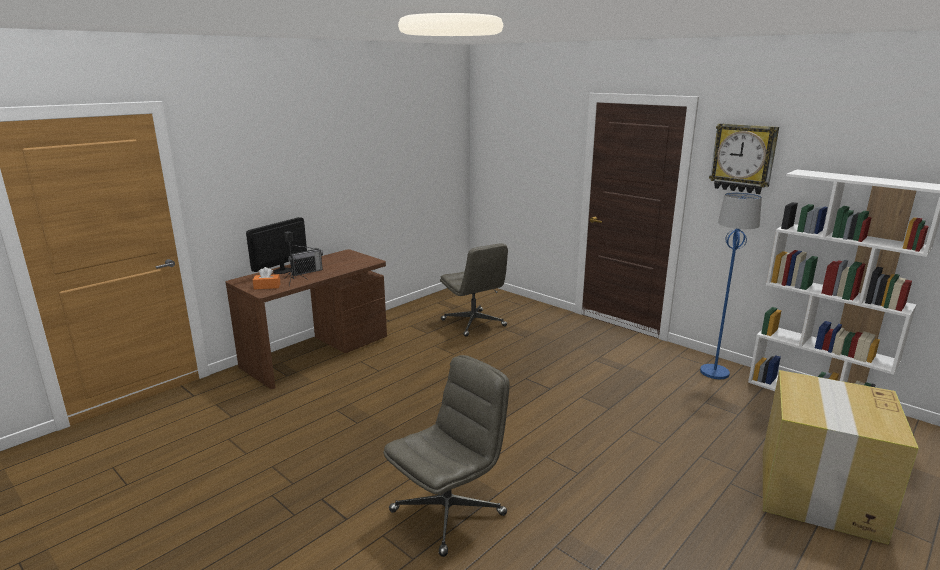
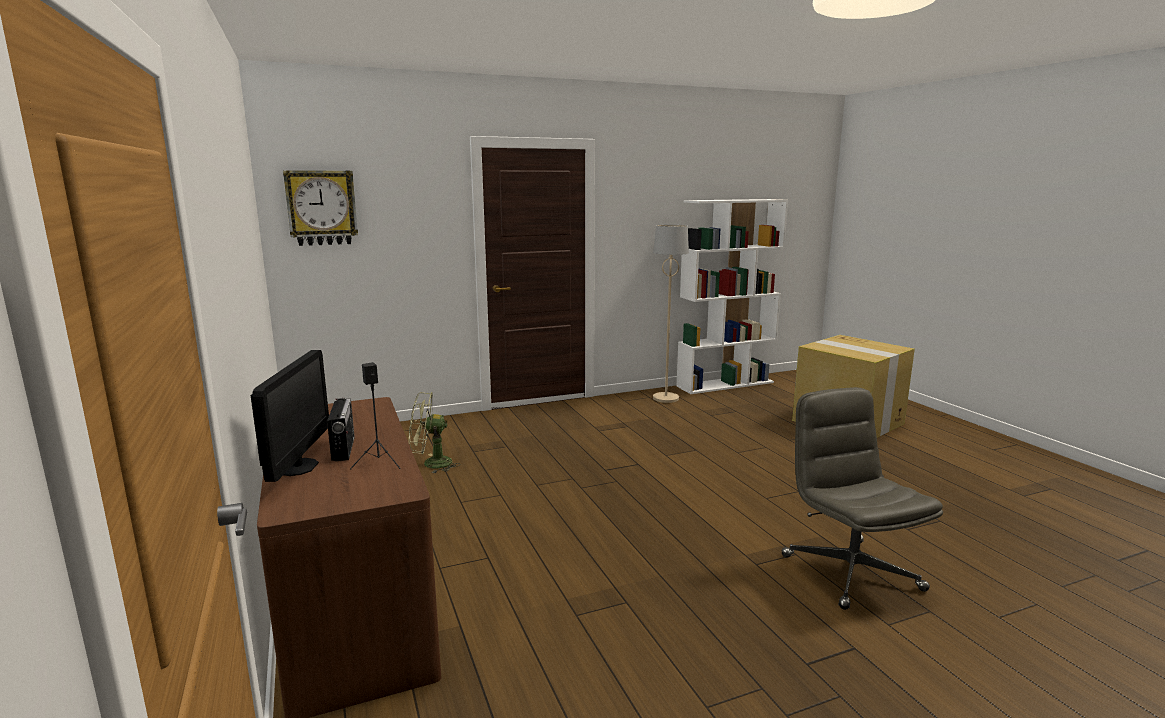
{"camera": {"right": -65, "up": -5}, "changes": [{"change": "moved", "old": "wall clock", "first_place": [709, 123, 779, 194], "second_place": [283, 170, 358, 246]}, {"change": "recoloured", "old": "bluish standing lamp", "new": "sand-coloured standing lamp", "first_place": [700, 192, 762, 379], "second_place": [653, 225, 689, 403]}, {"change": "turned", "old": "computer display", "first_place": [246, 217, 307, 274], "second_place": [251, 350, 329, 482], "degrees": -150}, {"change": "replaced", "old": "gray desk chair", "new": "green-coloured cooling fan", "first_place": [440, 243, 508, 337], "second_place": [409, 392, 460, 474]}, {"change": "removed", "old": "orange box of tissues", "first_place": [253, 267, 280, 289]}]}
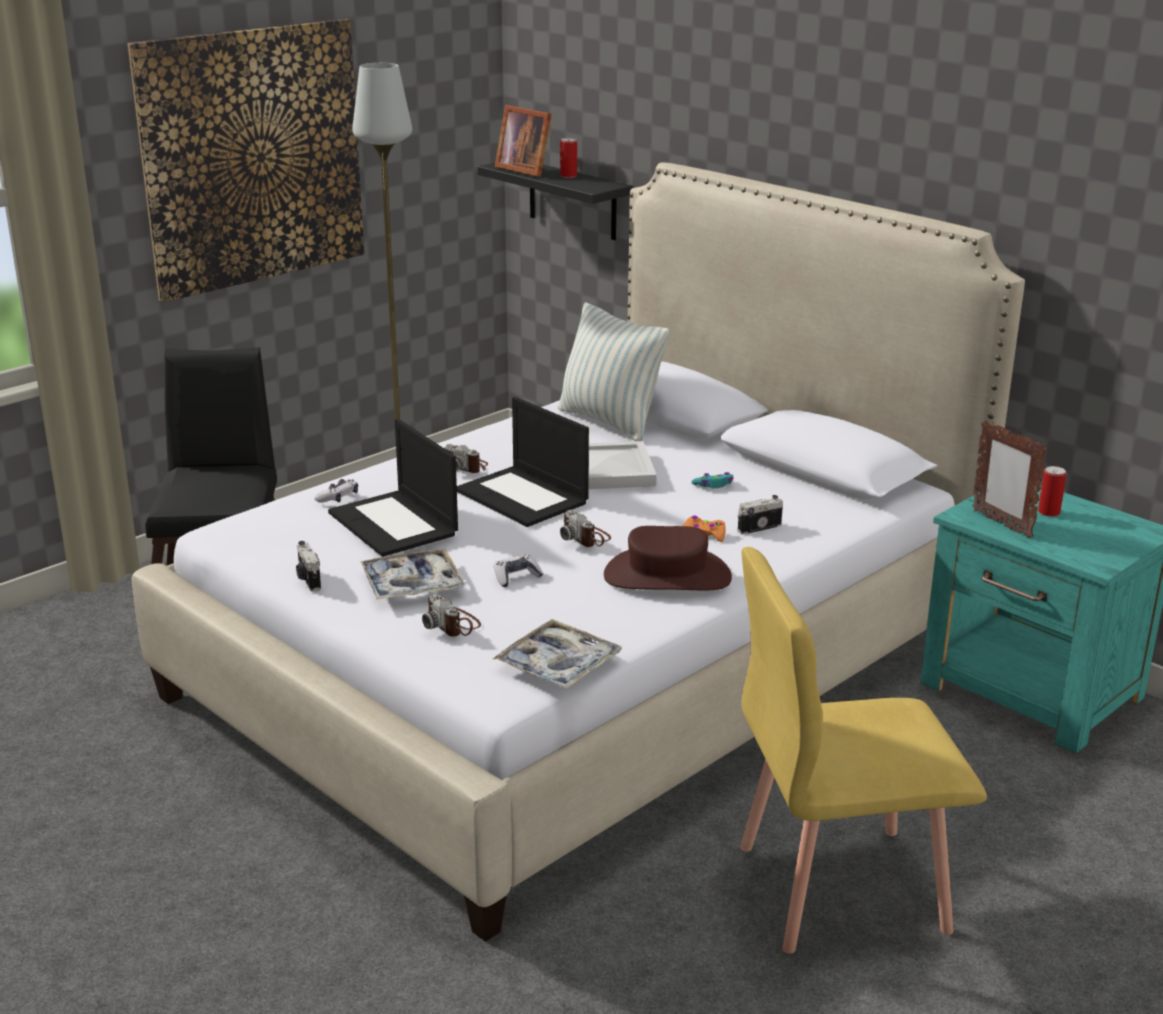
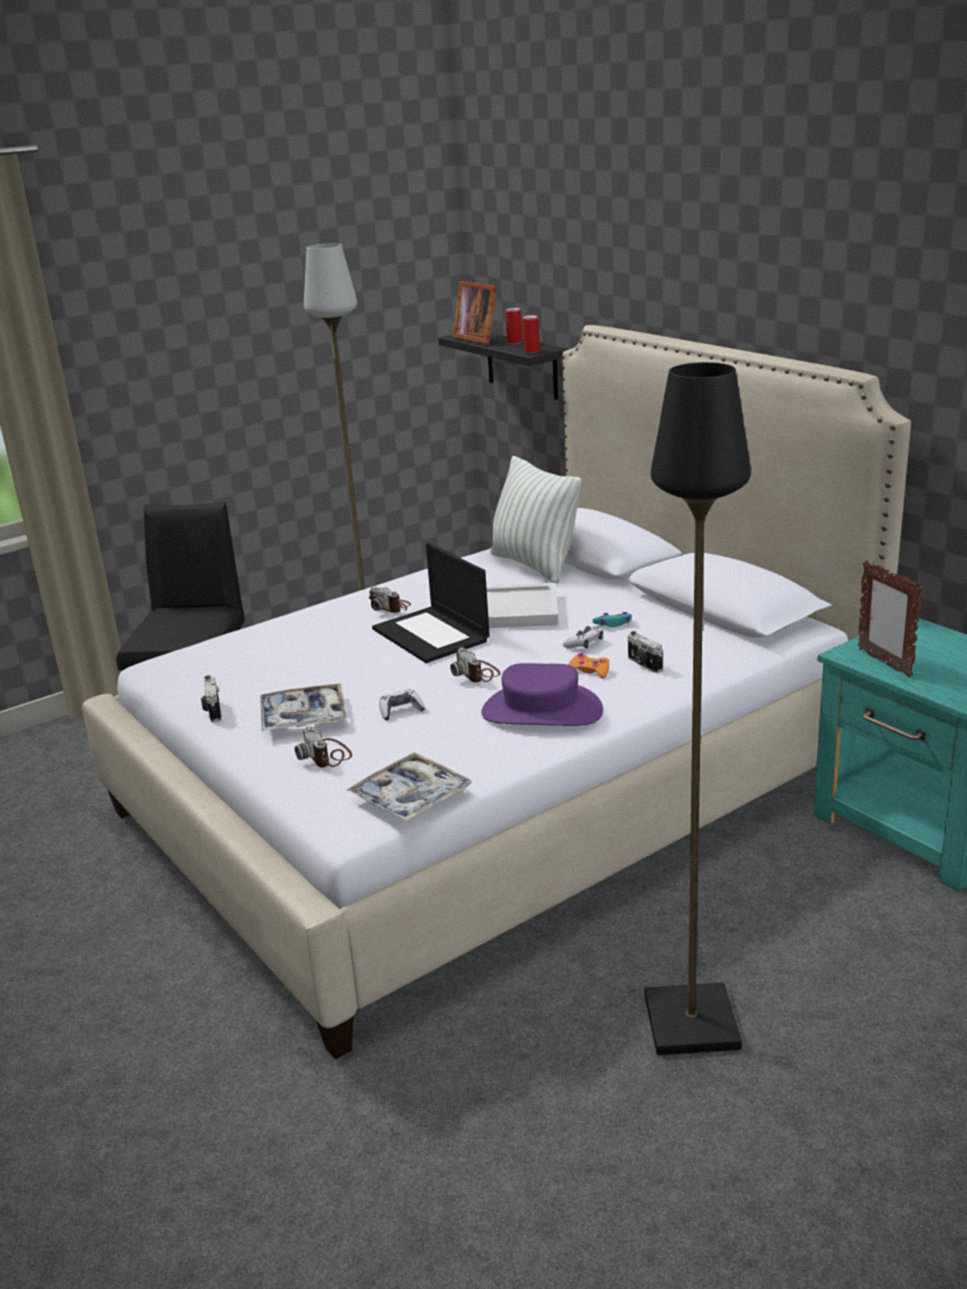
{"camera": {"right": 10, "up": 0}, "changes": [{"change": "removed", "old": "wall picture", "first_place": [128, 19, 364, 302]}, {"change": "removed", "old": "notebook computer", "first_place": [328, 419, 458, 557]}, {"change": "moved", "old": "sealed can", "first_place": [1038, 466, 1066, 517], "second_place": [523, 315, 540, 353]}, {"change": "moved", "old": "game controller", "first_place": [314, 479, 358, 503], "second_place": [563, 626, 603, 649]}, {"change": "turned", "old": "photo camera", "first_place": [738, 495, 783, 534], "second_place": [628, 631, 663, 673], "degrees": -105}, {"change": "recoloured", "old": "brown clothing hat", "new": "purple clothing hat", "first_place": [604, 526, 732, 590], "second_place": [481, 663, 603, 726]}, {"change": "replaced", "old": "yellow upright chair", "new": "black standing lamp", "first_place": [740, 547, 987, 954], "second_place": [644, 362, 751, 1055]}]}
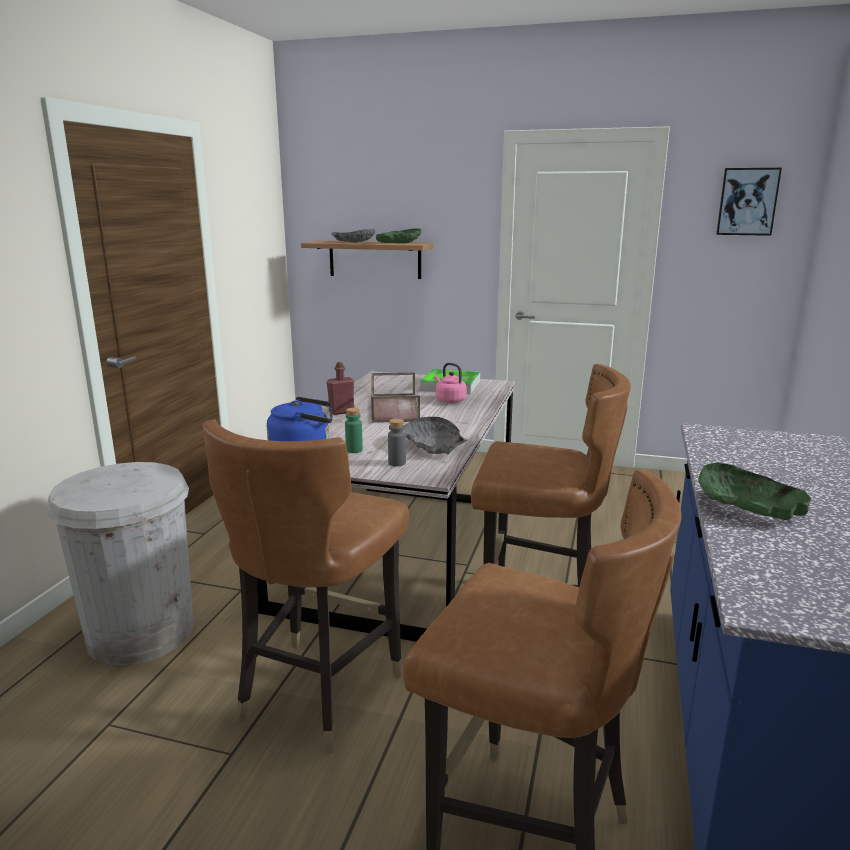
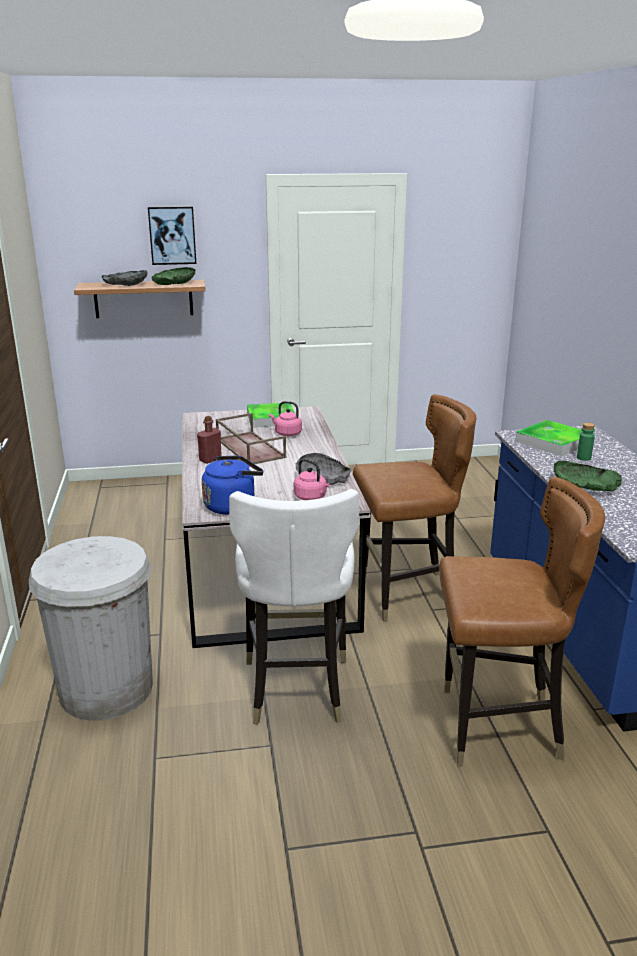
{"camera": {"right": -25, "up": 5}, "changes": [{"change": "moved", "old": "wall picture", "first_place": [716, 168, 782, 236], "second_place": [148, 206, 196, 265]}, {"change": "moved", "old": "green-coloured bottle", "first_place": [345, 408, 363, 453], "second_place": [577, 423, 595, 461]}, {"change": "recoloured", "old": "brown upright chair", "new": "white upright chair", "first_place": [202, 419, 409, 753], "second_place": [229, 489, 359, 725]}, {"change": "replaced", "old": "gray bottle", "new": "pink-coloured kettle", "first_place": [388, 419, 406, 467], "second_place": [294, 459, 330, 500]}, {"change": "added", "new": "tray", "second_place": [515, 420, 583, 456]}]}
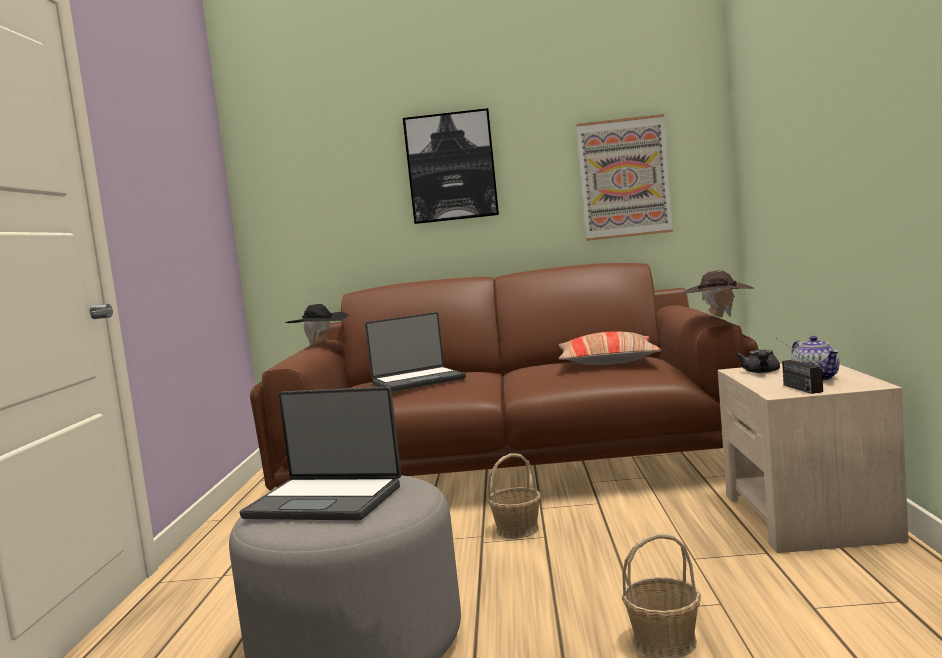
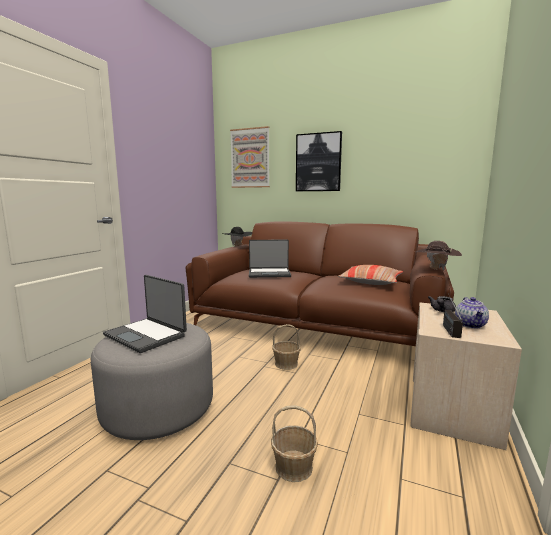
{"camera": {"right": 20, "up": 5}, "changes": [{"change": "moved", "old": "wall picture", "first_place": [576, 114, 673, 241], "second_place": [230, 126, 270, 188]}]}
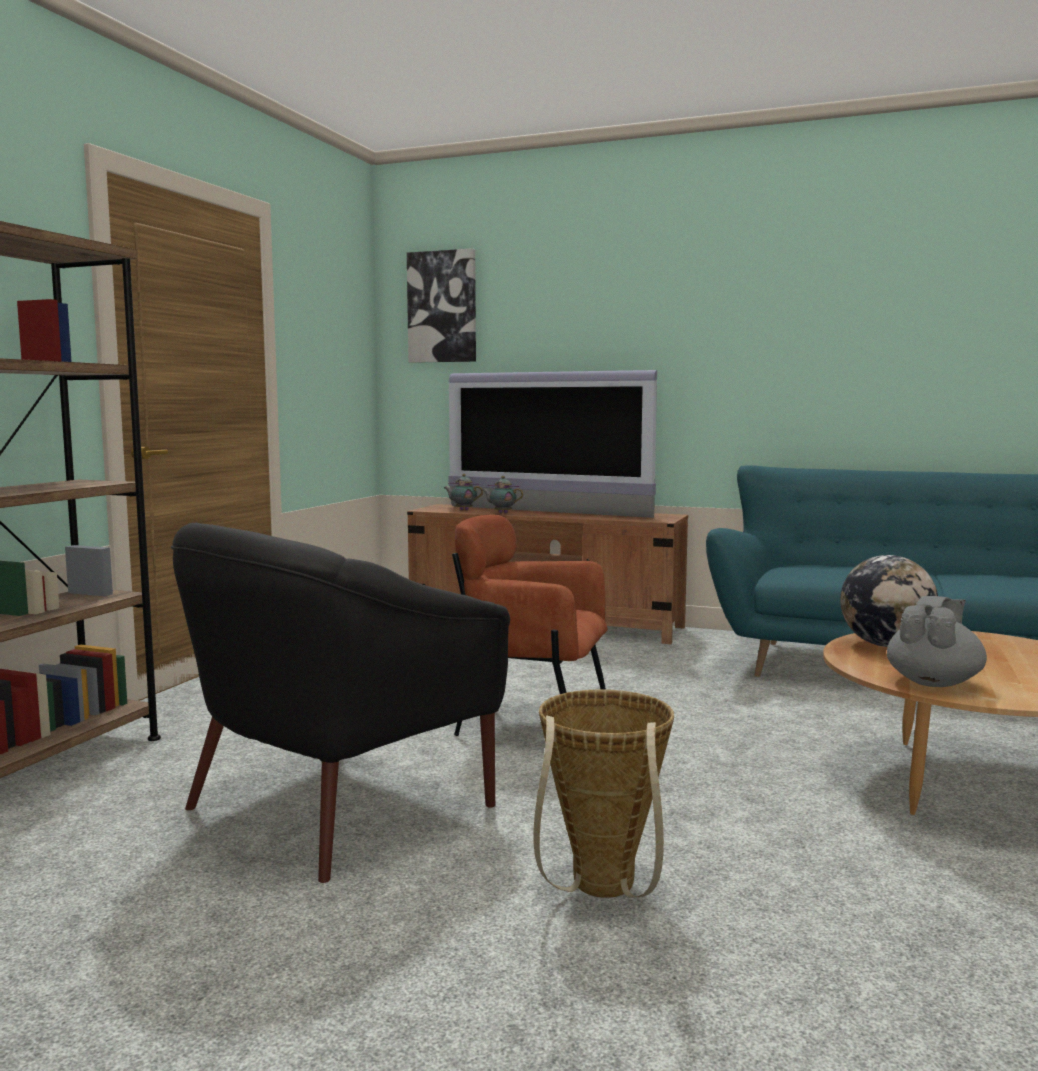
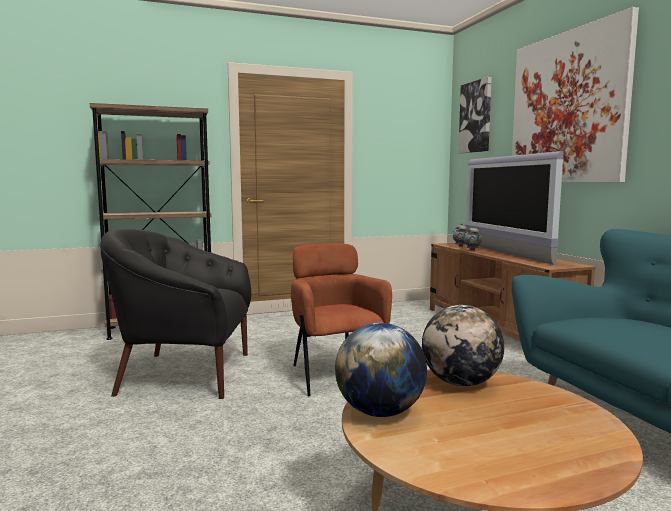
{"camera": {"right": 50, "up": 0}, "changes": [{"change": "replaced", "old": "gray tea pot", "new": "globe", "first_place": [887, 596, 987, 687], "second_place": [335, 323, 427, 417]}, {"change": "removed", "old": "storage basket", "first_place": [534, 689, 674, 898]}, {"change": "added", "new": "wall picture", "second_place": [512, 7, 639, 182]}]}
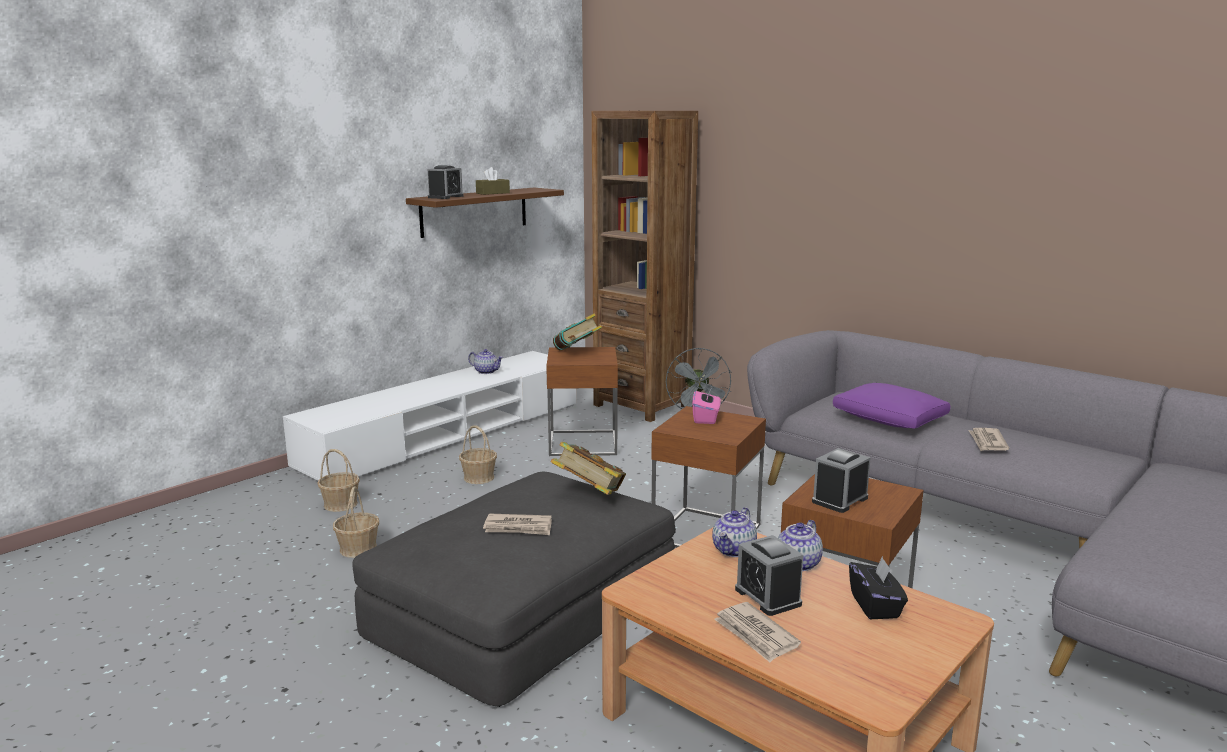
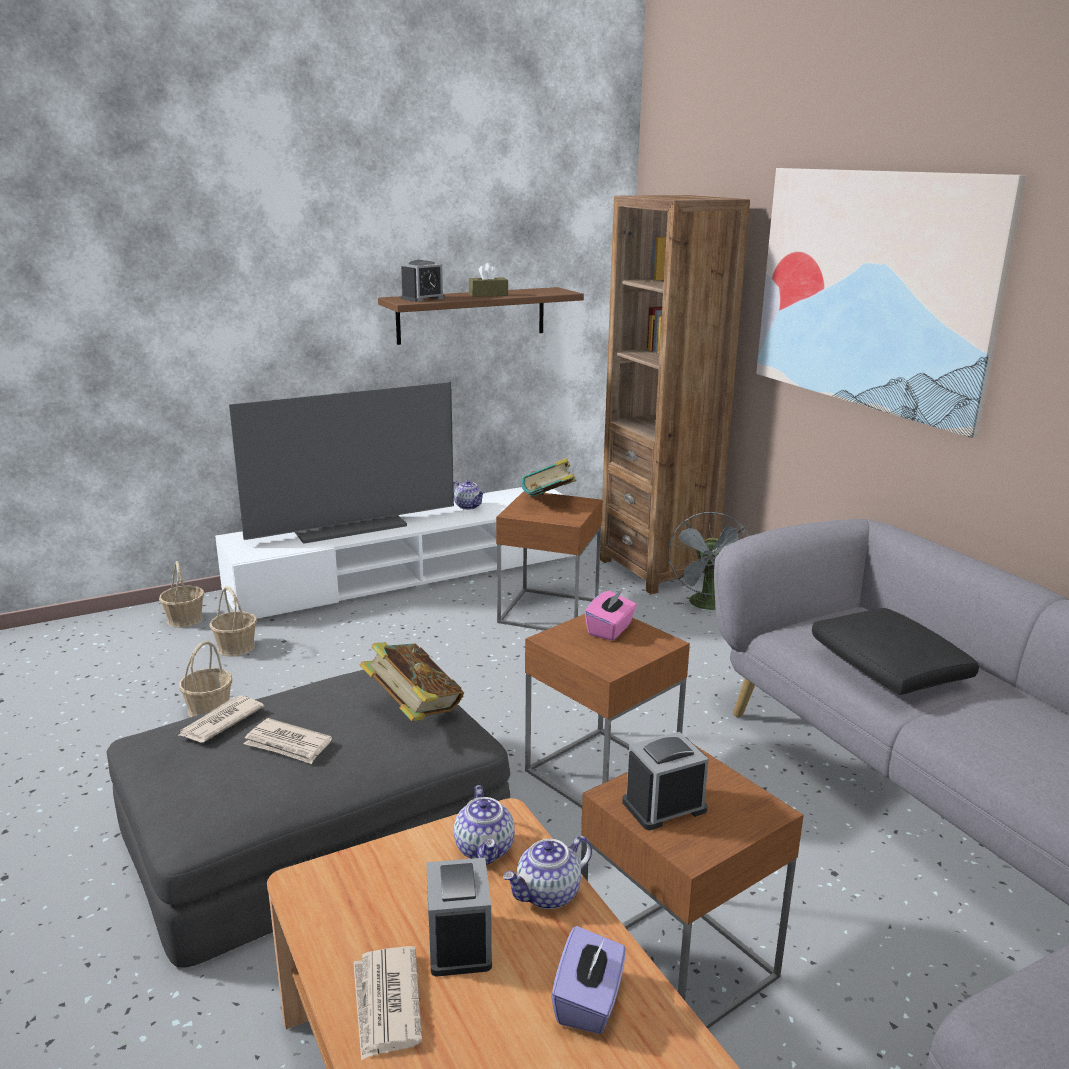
{"camera": {"right": 20, "up": 5}, "changes": [{"change": "recoloured", "old": "purple pillow", "new": "black pillow", "first_place": [833, 383, 951, 429], "second_place": [812, 608, 979, 695]}, {"change": "moved", "old": "storage basket", "first_place": [459, 425, 497, 484], "second_place": [159, 561, 204, 628]}, {"change": "moved", "old": "printed paper", "first_place": [968, 428, 1009, 451], "second_place": [178, 696, 264, 742]}, {"change": "turned", "old": "tea pot", "first_place": [712, 507, 757, 557], "second_place": [454, 785, 515, 865], "degrees": -60}, {"change": "recoloured", "old": "black box of tissues", "new": "purple box of tissues", "first_place": [849, 556, 908, 619], "second_place": [552, 926, 626, 1034]}, {"change": "added", "new": "wall picture", "second_place": [756, 168, 1026, 438]}, {"change": "added", "new": "television", "second_place": [229, 382, 454, 544]}]}
